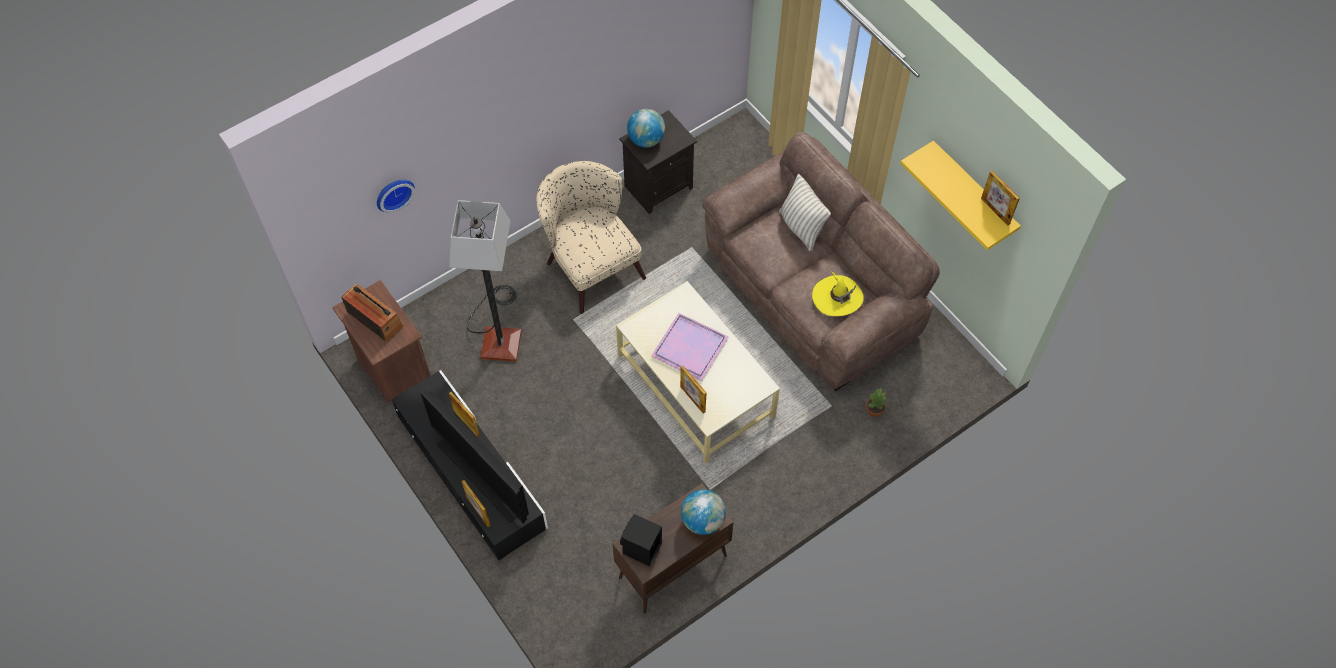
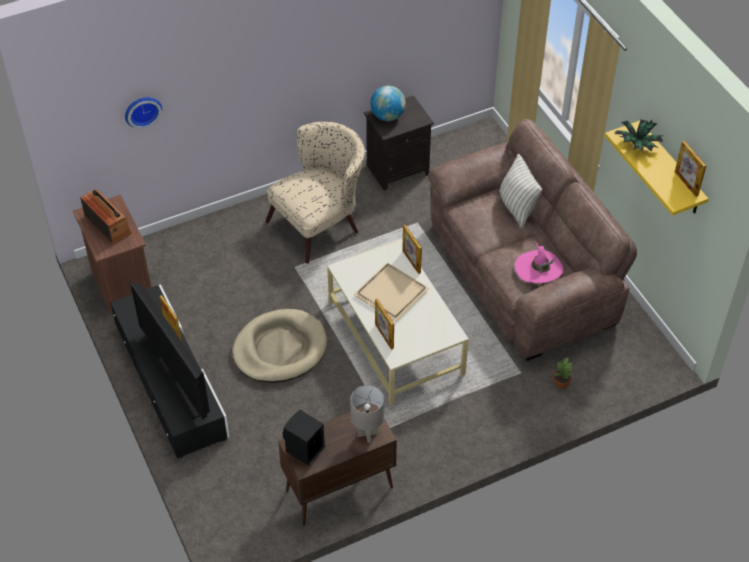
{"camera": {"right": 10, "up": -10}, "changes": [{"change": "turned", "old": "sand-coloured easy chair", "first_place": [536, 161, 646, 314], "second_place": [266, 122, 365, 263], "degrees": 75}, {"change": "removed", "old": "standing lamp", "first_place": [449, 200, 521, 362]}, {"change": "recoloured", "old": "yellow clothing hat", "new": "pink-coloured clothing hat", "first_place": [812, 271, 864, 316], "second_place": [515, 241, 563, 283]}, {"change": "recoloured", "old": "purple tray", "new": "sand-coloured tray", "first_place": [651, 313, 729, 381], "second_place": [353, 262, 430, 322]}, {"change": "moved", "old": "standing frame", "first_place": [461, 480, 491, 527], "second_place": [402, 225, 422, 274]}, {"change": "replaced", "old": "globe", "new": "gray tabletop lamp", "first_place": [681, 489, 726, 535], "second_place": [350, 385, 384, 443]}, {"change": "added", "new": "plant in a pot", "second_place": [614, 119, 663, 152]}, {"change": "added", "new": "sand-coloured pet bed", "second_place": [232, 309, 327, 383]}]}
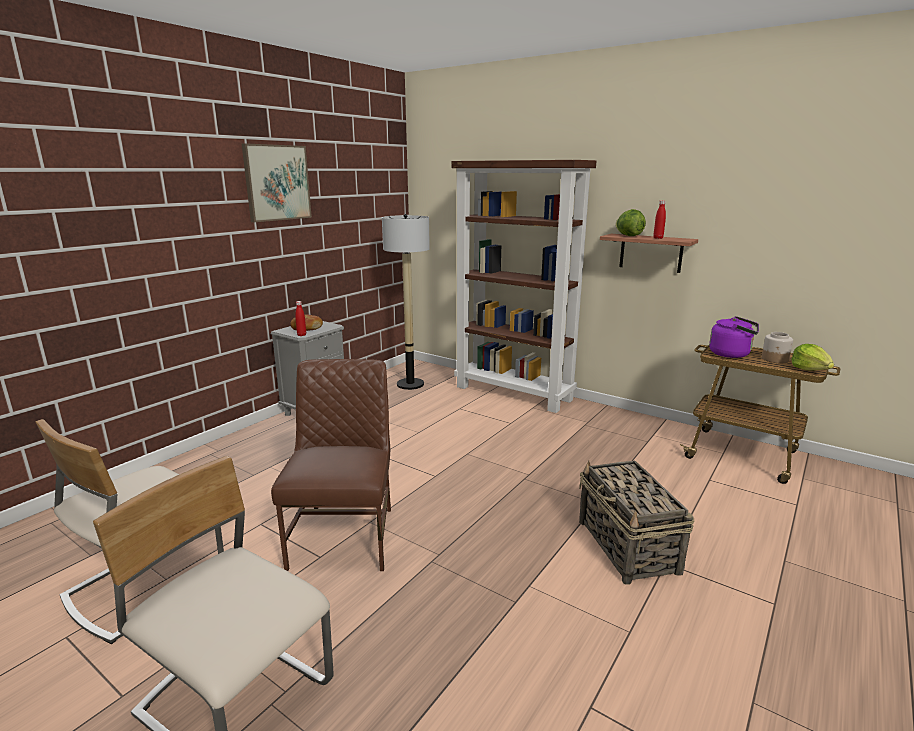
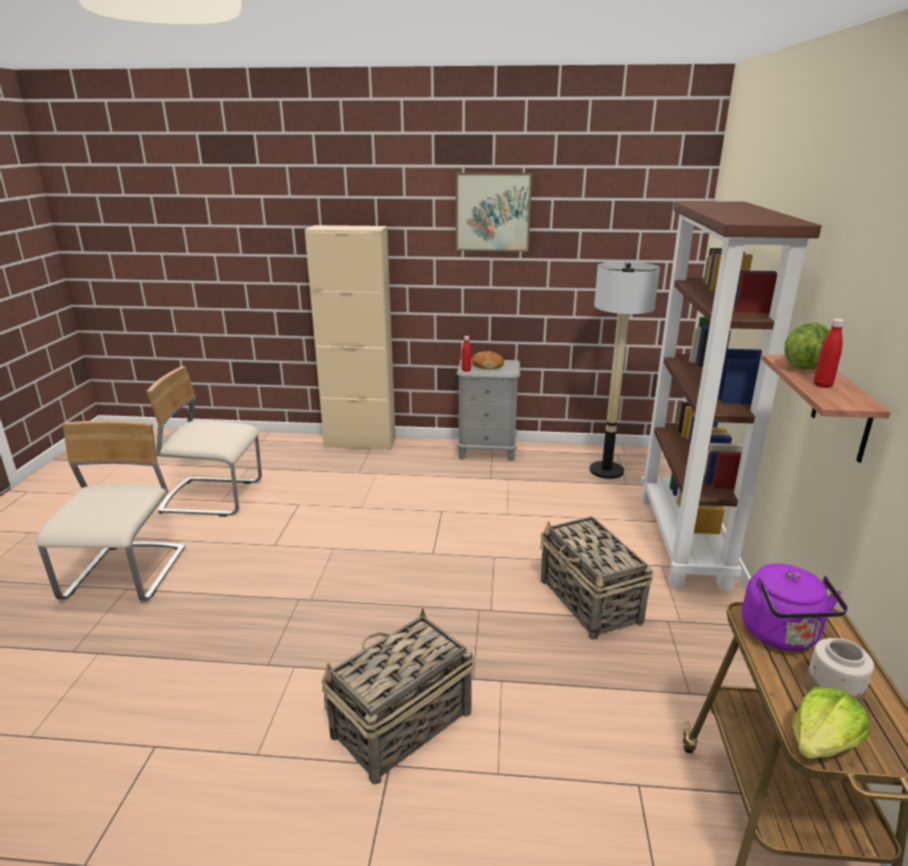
{"camera": {"right": 60, "up": 5}, "changes": [{"change": "removed", "old": "brown upright chair", "first_place": [271, 359, 391, 571]}, {"change": "added", "new": "sand-coloured cupboard", "second_place": [305, 225, 396, 451]}, {"change": "added", "new": "storage basket", "second_place": [540, 516, 653, 640]}]}
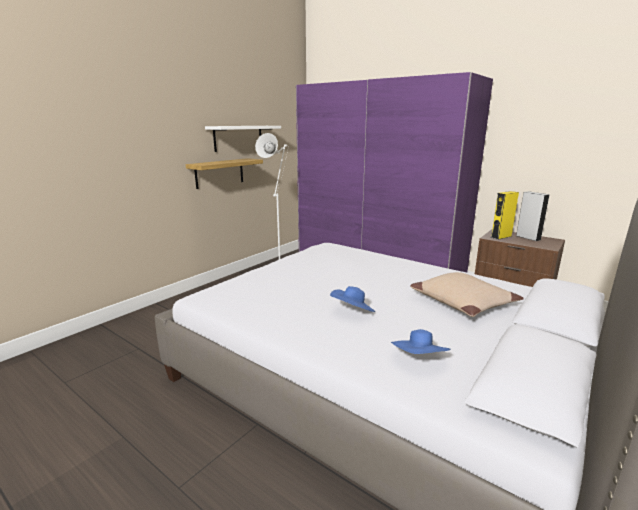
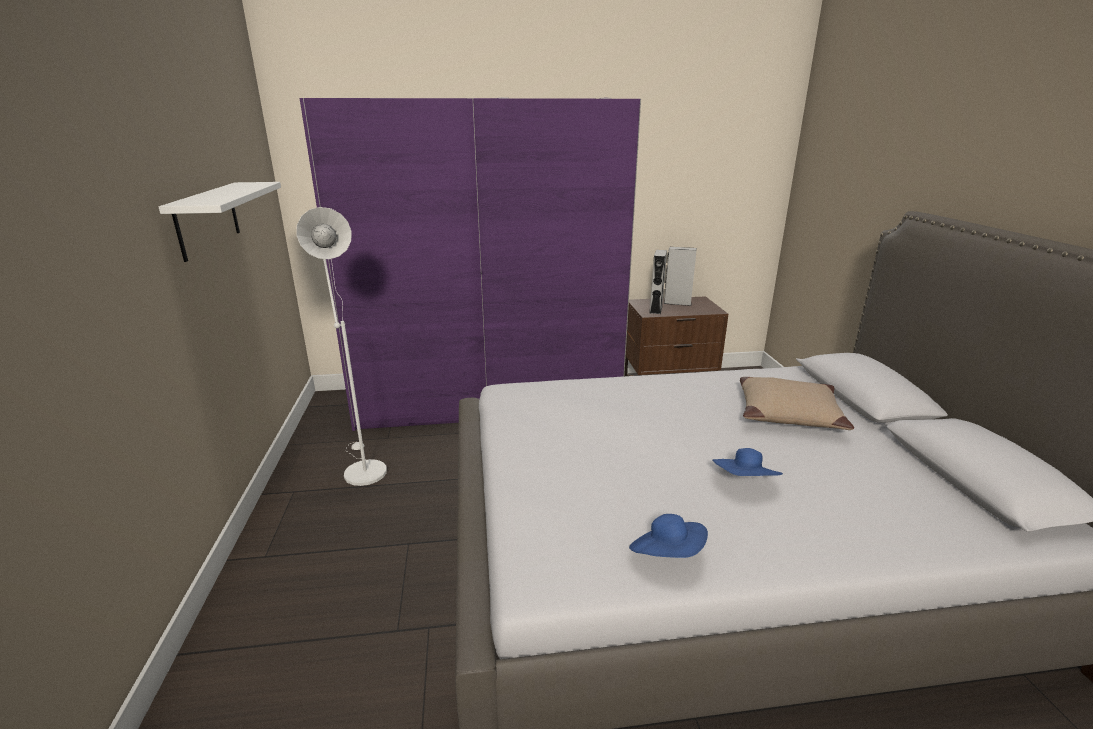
{"camera": {"right": -45, "up": 5}, "changes": [{"change": "removed", "old": "bracket shelf", "first_place": [186, 158, 263, 189]}, {"change": "recoloured", "old": "yellow audio speaker", "new": "gray audio speaker", "first_place": [491, 191, 519, 240], "second_place": [649, 250, 667, 314]}, {"change": "moved", "old": "bluish clothing hat", "first_place": [391, 329, 450, 354], "second_place": [629, 514, 708, 558]}]}
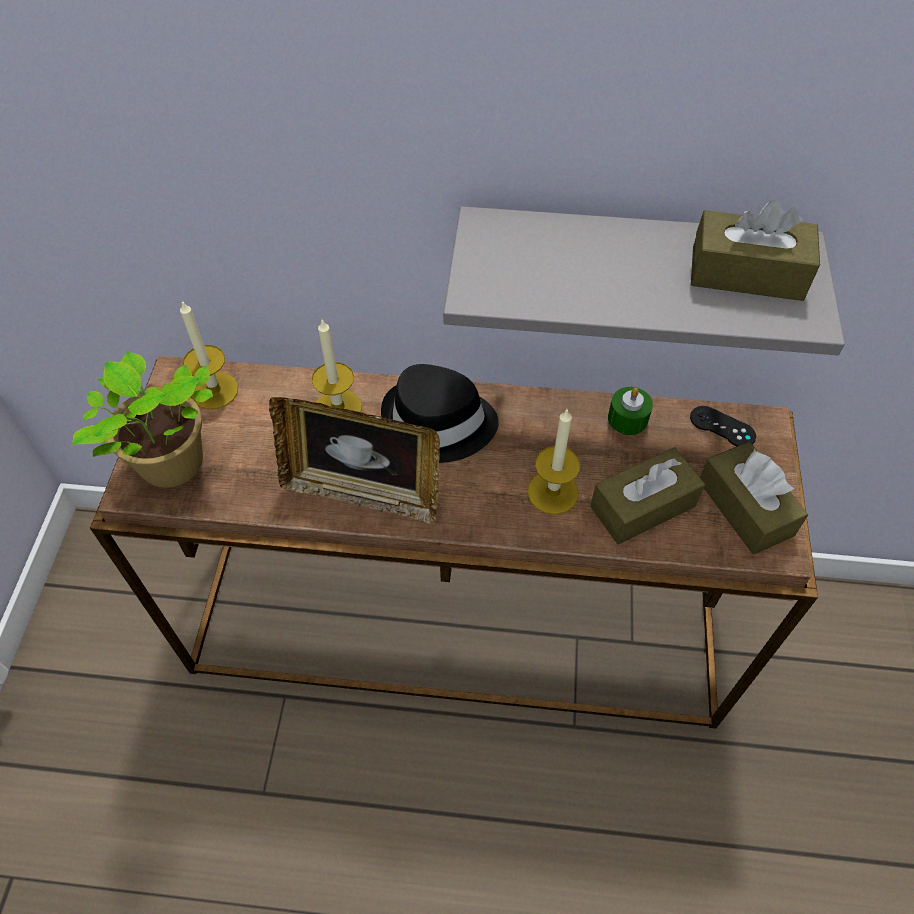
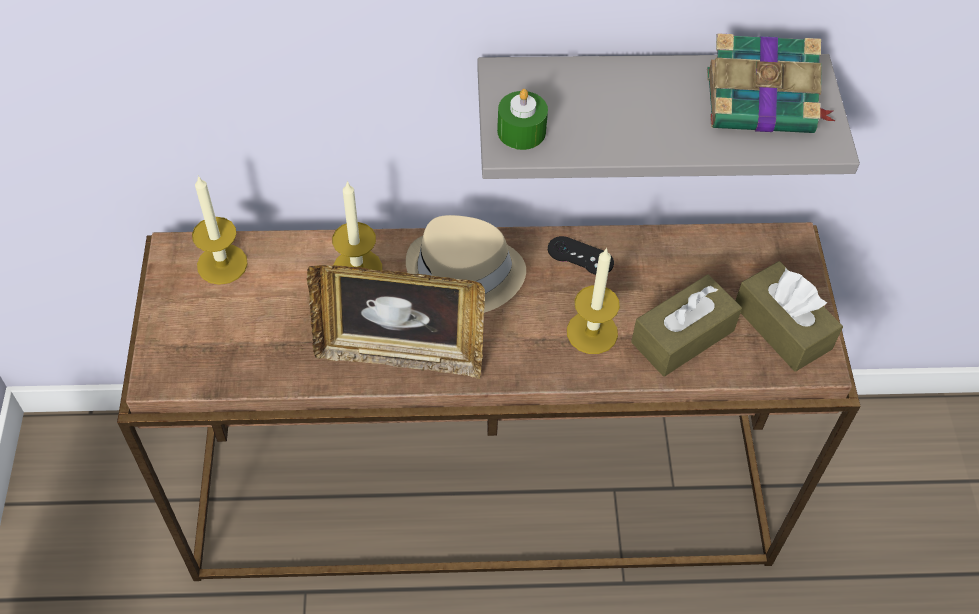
{"camera": {"right": -10, "up": 0}, "changes": [{"change": "replaced", "old": "brown box of tissues", "new": "volume", "first_place": [691, 200, 820, 301], "second_place": [707, 33, 835, 133]}, {"change": "removed", "old": "plant in a pot", "first_place": [72, 351, 213, 488]}, {"change": "recoloured", "old": "black clothing hat", "new": "sand-coloured clothing hat", "first_place": [381, 364, 499, 463], "second_place": [406, 215, 526, 313]}, {"change": "moved", "old": "green-coloured candle", "first_place": [608, 387, 653, 435], "second_place": [497, 89, 548, 150]}, {"change": "moved", "old": "black game controller", "first_place": [690, 406, 756, 446], "second_place": [548, 236, 614, 275]}]}
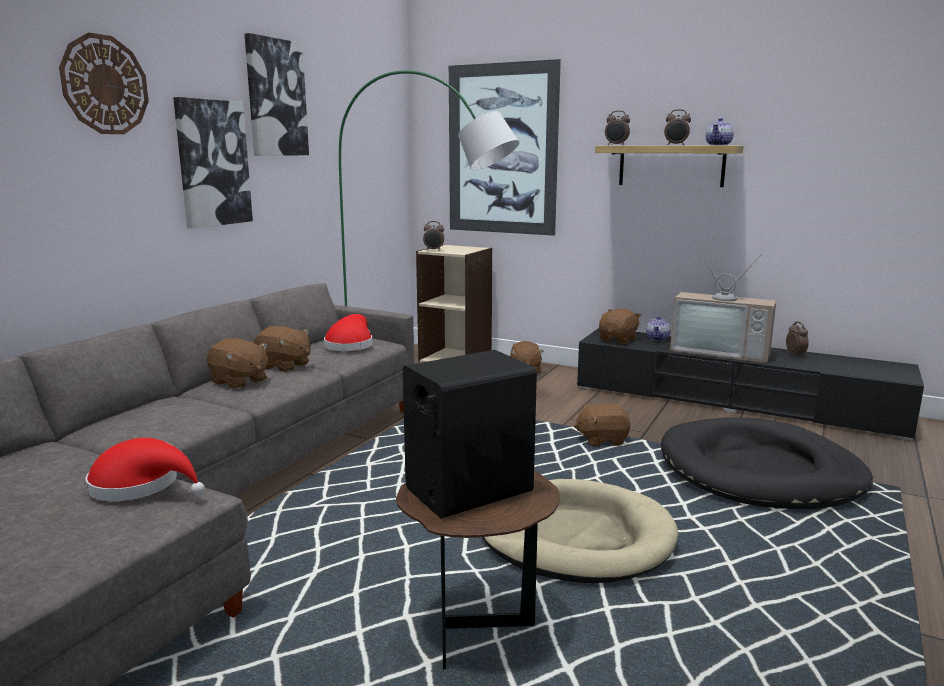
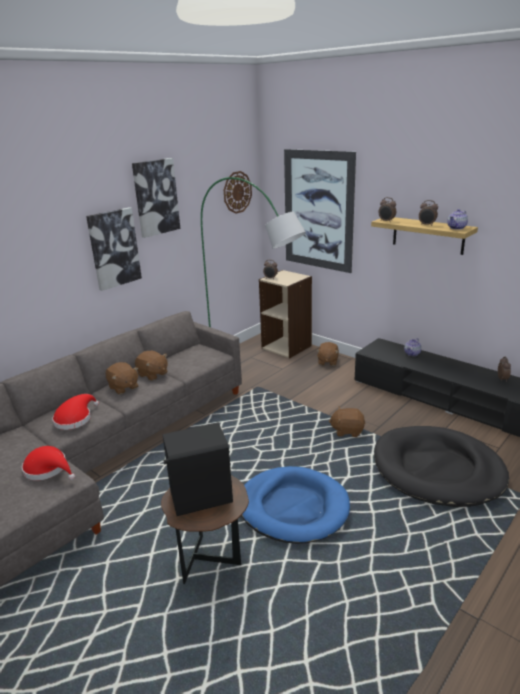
{"camera": {"right": 15, "up": 10}, "changes": [{"change": "moved", "old": "wall clock", "first_place": [59, 33, 149, 134], "second_place": [224, 171, 252, 214]}, {"change": "removed", "old": "television", "first_place": [670, 250, 776, 363]}, {"change": "removed", "old": "brown cuddly toy", "first_place": [599, 308, 642, 344]}, {"change": "moved", "old": "red clothing hat", "first_place": [324, 314, 373, 351], "second_place": [52, 394, 99, 430]}, {"change": "recoloured", "old": "sand-coloured pet bed", "new": "bluish pet bed", "first_place": [482, 479, 679, 583], "second_place": [241, 466, 350, 544]}]}
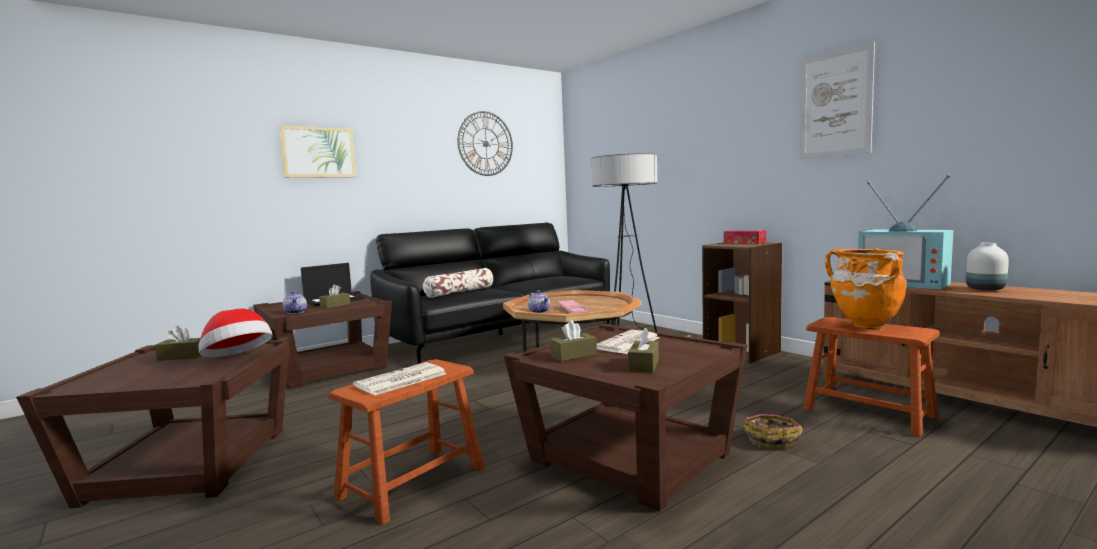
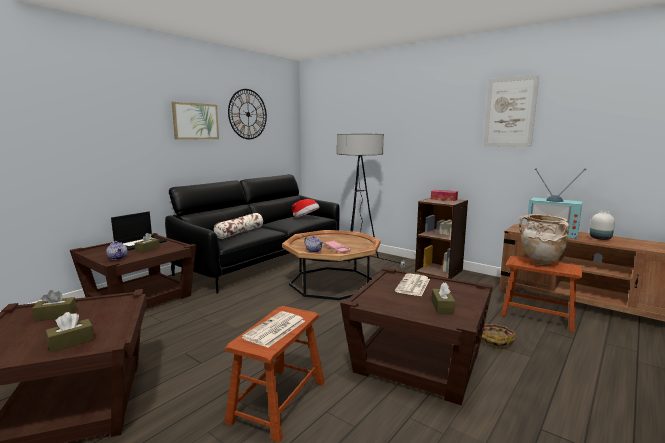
{"camera": {"right": -15, "up": 5}, "changes": [{"change": "moved", "old": "wall picture", "first_place": [279, 126, 356, 178], "second_place": [172, 102, 219, 140]}, {"change": "recoloured", "old": "orange vase", "new": "sand-coloured vase", "first_place": [825, 248, 907, 329], "second_place": [519, 214, 570, 266]}, {"change": "moved", "old": "clothing hat", "first_place": [199, 308, 272, 358], "second_place": [292, 199, 320, 218]}, {"change": "moved", "old": "brown box of tissues", "first_place": [550, 320, 597, 361], "second_place": [46, 312, 94, 352]}]}
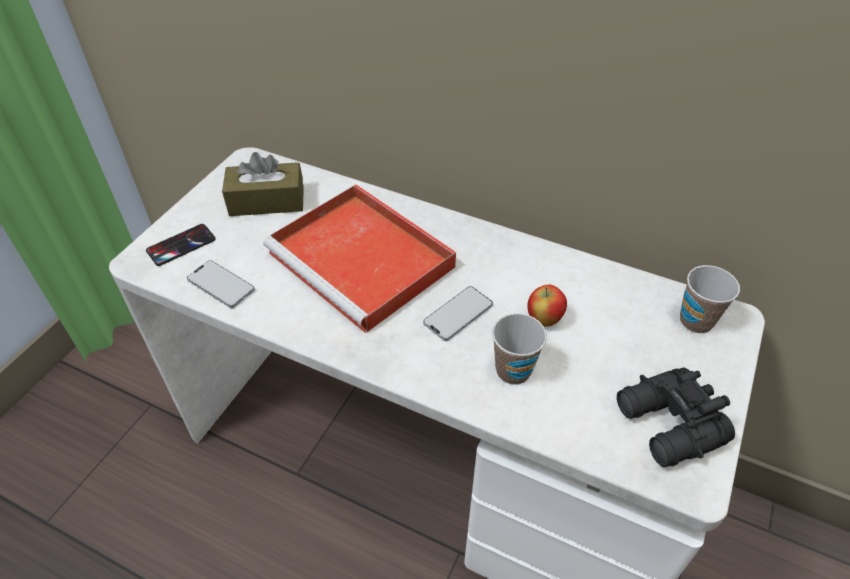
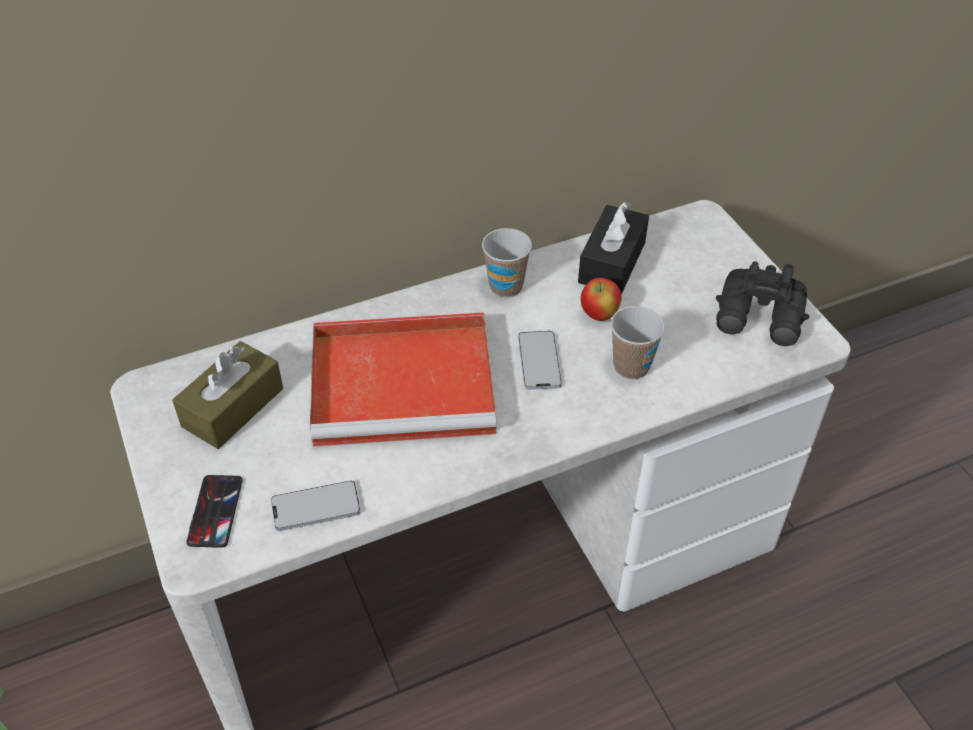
{"camera": {"right": -50, "up": 0}, "changes": [{"change": "moved", "old": "cup", "first_place": [680, 265, 740, 333], "second_place": [482, 228, 532, 298]}, {"change": "added", "new": "black box of tissues", "second_place": [578, 202, 649, 294]}]}
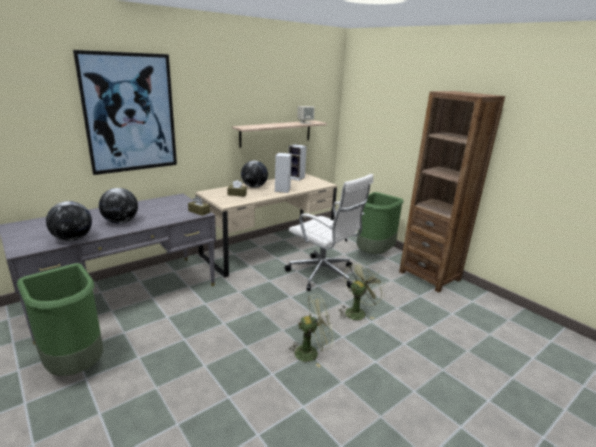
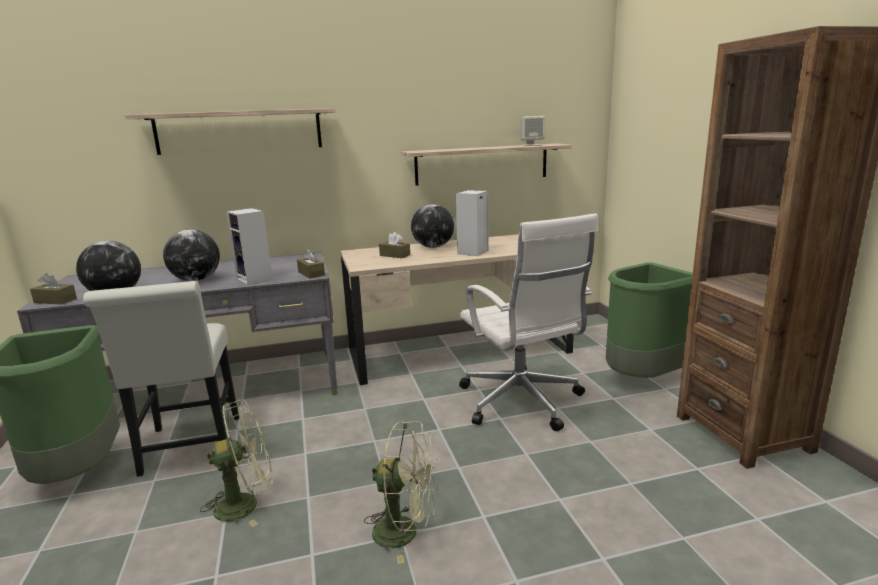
{"camera": {"right": 25, "up": -5}, "changes": [{"change": "replaced", "old": "wall picture", "new": "bracket shelf", "first_place": [73, 50, 177, 175], "second_place": [124, 108, 335, 155]}, {"change": "moved", "old": "audio speaker", "first_place": [288, 144, 307, 181], "second_place": [226, 208, 273, 285]}, {"change": "moved", "old": "green-coloured cooling fan", "first_place": [339, 262, 385, 320], "second_place": [200, 400, 273, 527]}, {"change": "added", "new": "brown box of tissues", "second_place": [30, 273, 77, 304]}, {"change": "added", "new": "white upright chair", "second_place": [83, 281, 239, 477]}]}
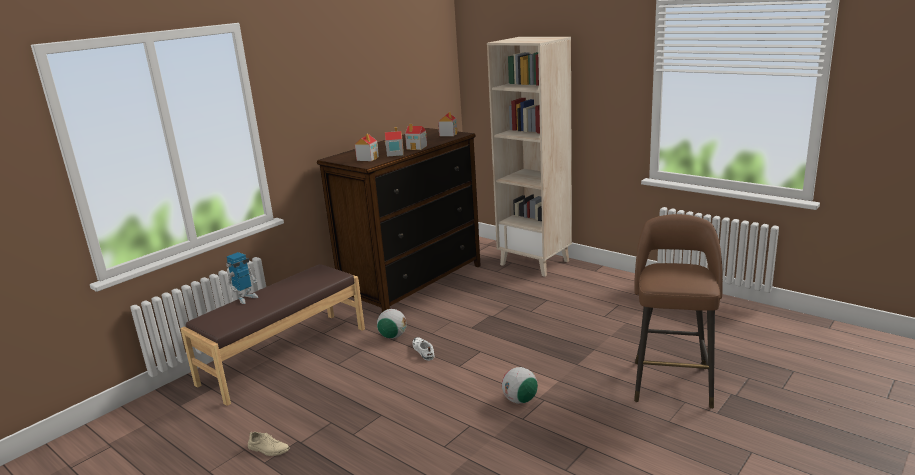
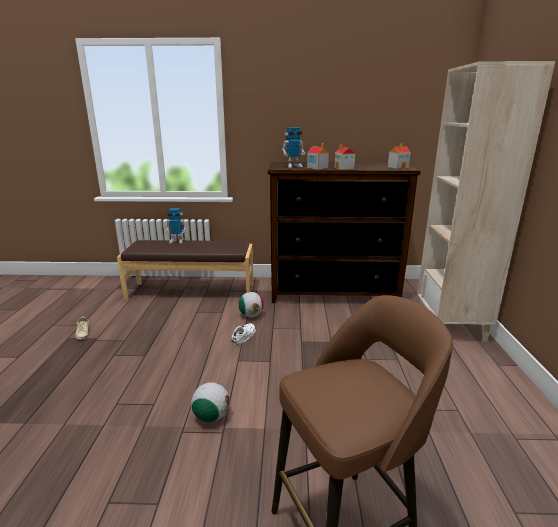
{"camera": {"right": 50, "up": 0}, "changes": [{"change": "replaced", "old": "miniature house", "new": "model robot", "first_place": [355, 134, 379, 161], "second_place": [282, 127, 305, 168]}]}
